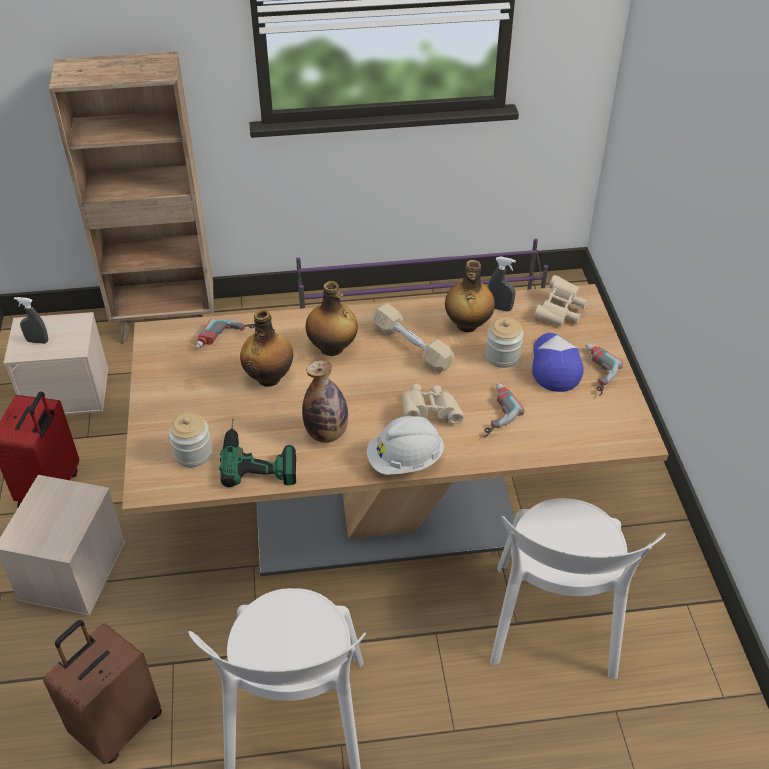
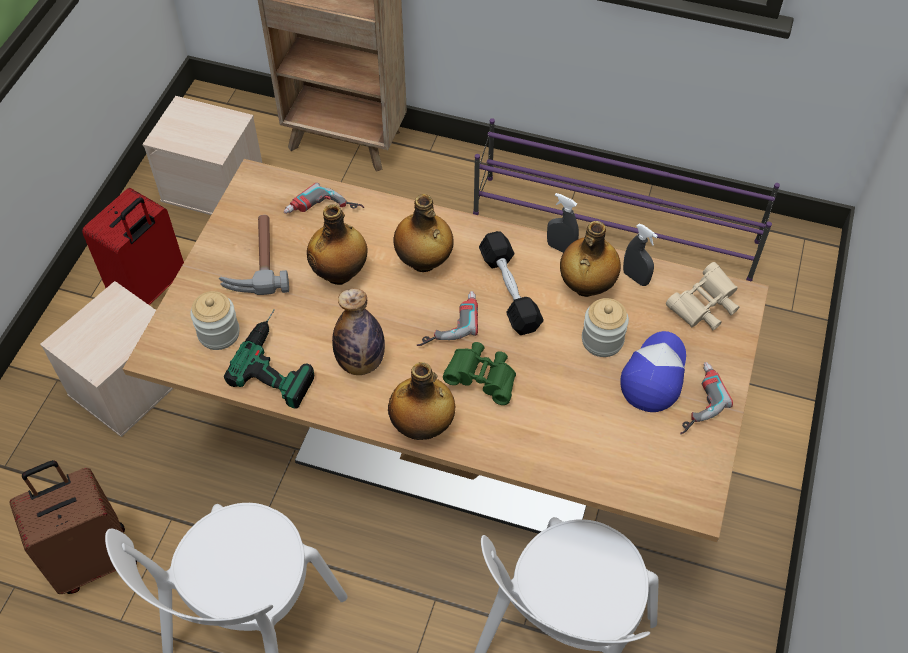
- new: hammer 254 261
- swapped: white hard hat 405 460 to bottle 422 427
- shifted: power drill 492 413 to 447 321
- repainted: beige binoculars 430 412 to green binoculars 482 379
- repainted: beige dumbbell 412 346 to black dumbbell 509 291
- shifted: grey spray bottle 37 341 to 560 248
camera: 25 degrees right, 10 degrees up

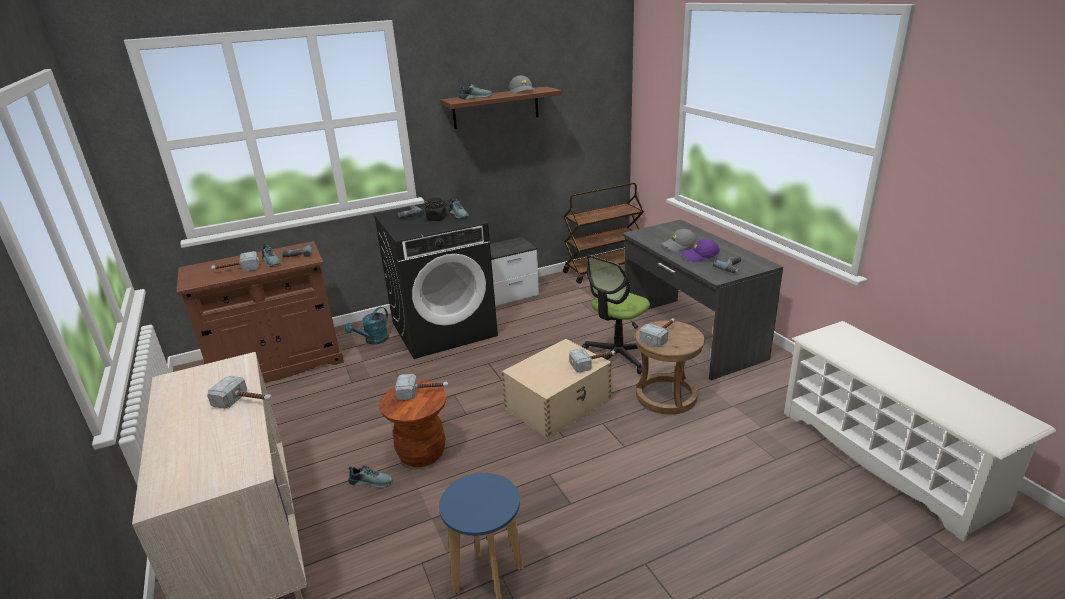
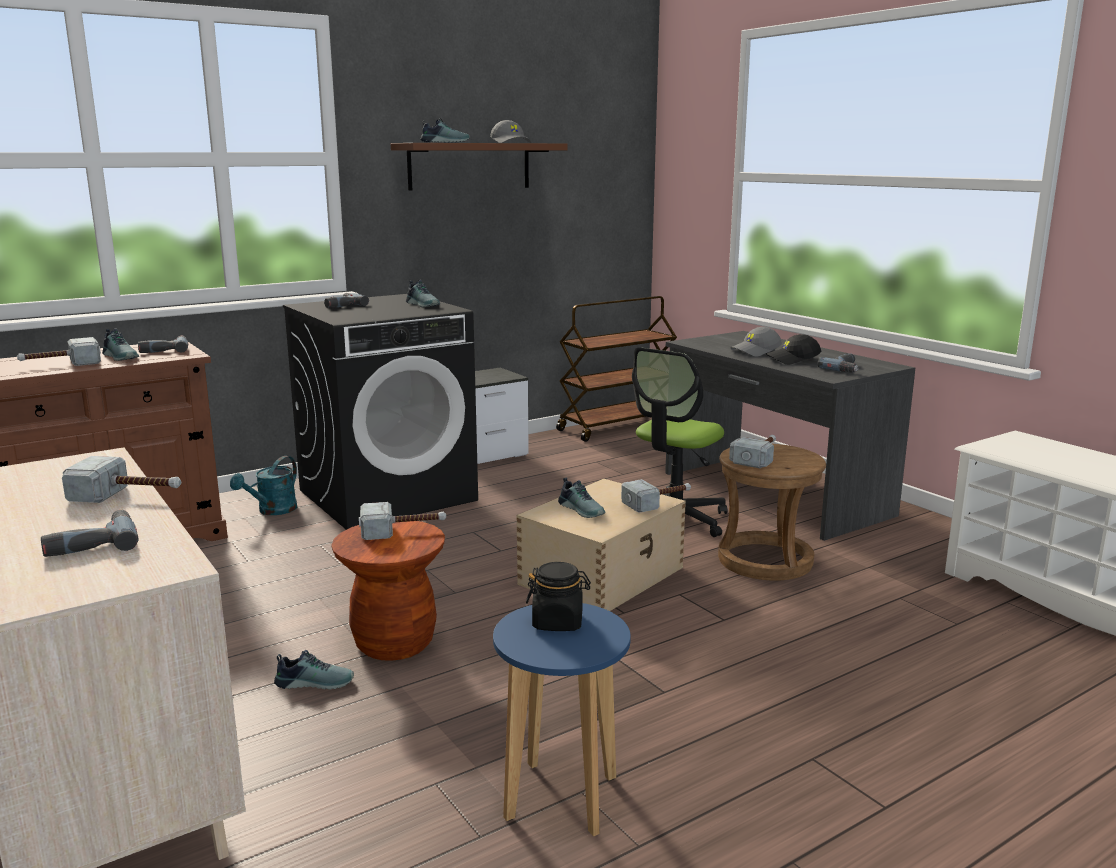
- new: power drill 91 543
- shifted: black jar 437 218 to 558 622
- new: shoe 582 510
- repainted: purple cap 700 256 to black cap 792 360
camera: 10 degrees left, 10 degrees down

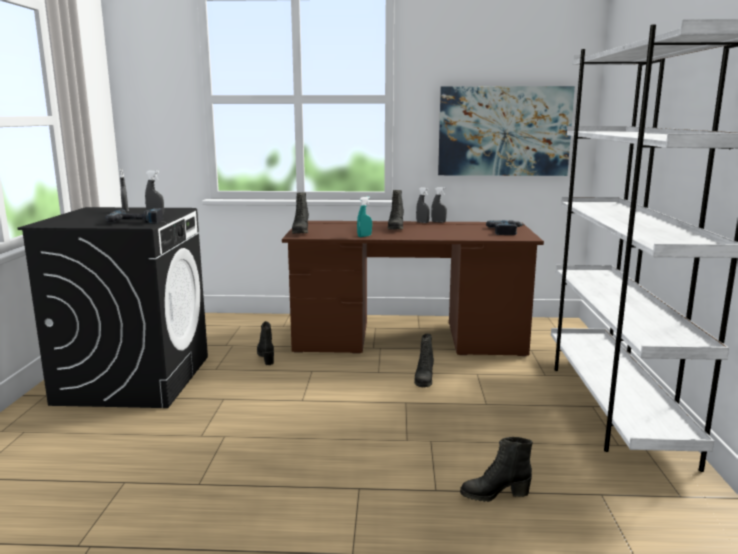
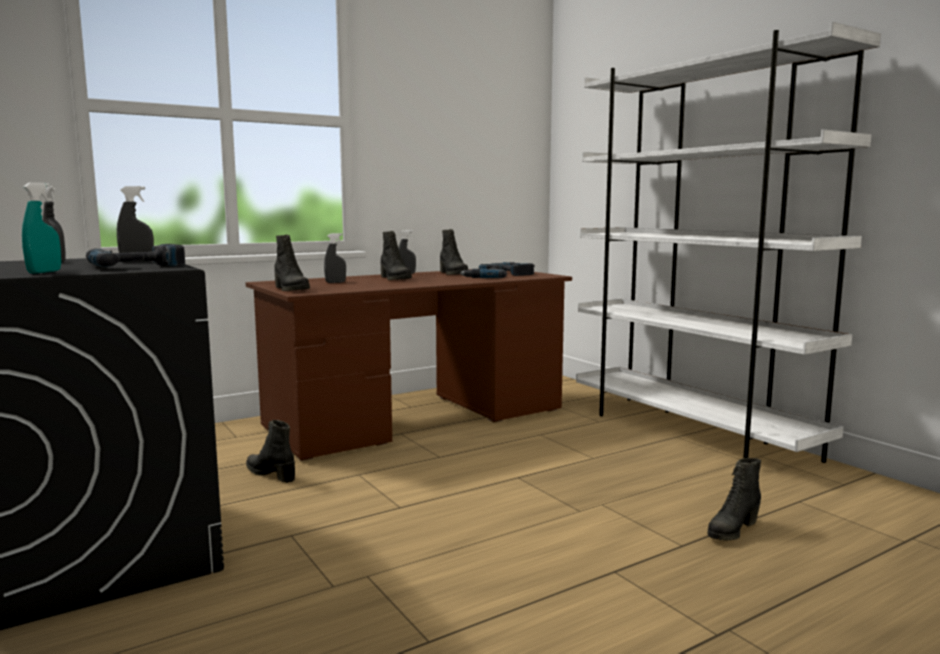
- shifted: turquoise spray bottle 364 236 to 44 272
- shifted: grey spray bottle 438 222 to 335 282
- shifted: black boot 423 380 to 453 274
- new: power drill 484 277
- gone: picture 504 131
camera: 35 degrees left, 5 degrees down

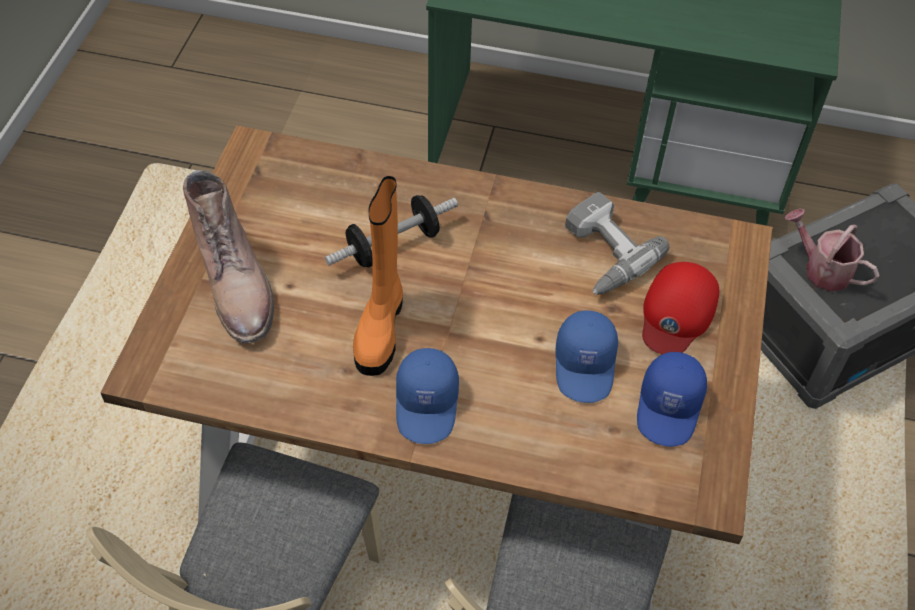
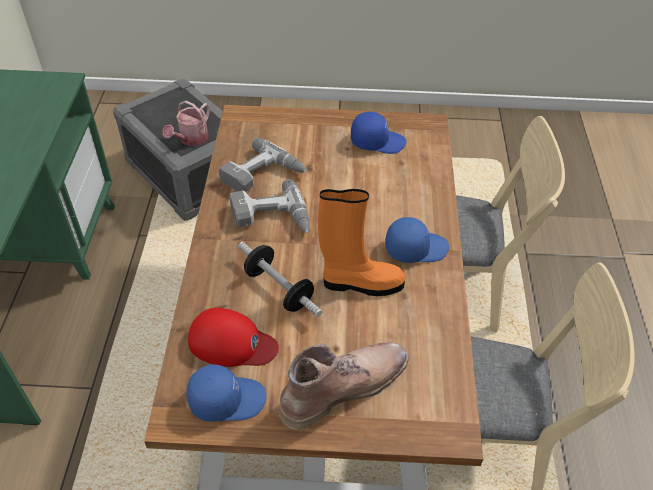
- shifted: blue cap 586 365 to 227 399
- shifted: red cap 677 312 to 231 343
- new: power drill 271 219
camera: 100 degrees left, 5 degrees down

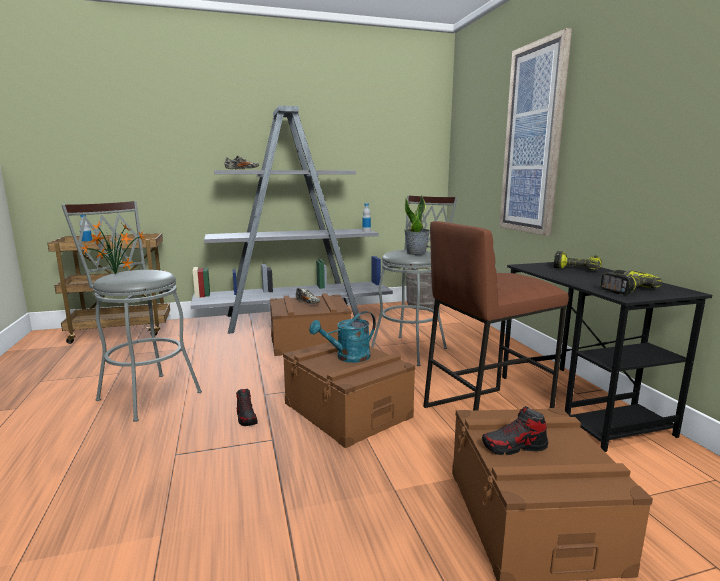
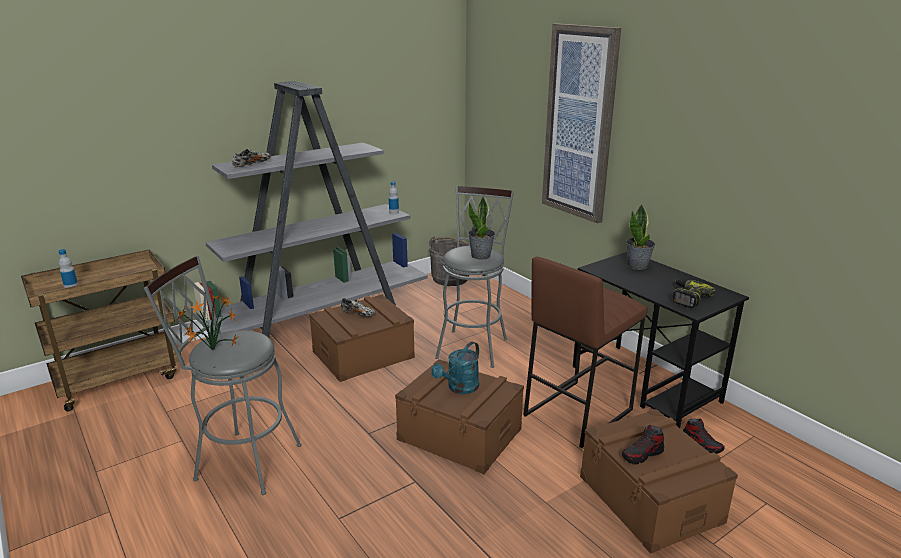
- swapped: power drill 577 268 to potted plant 637 266
- shifted: shoe 246 417 to 701 445
camera: 20 degrees left, 10 degrees up

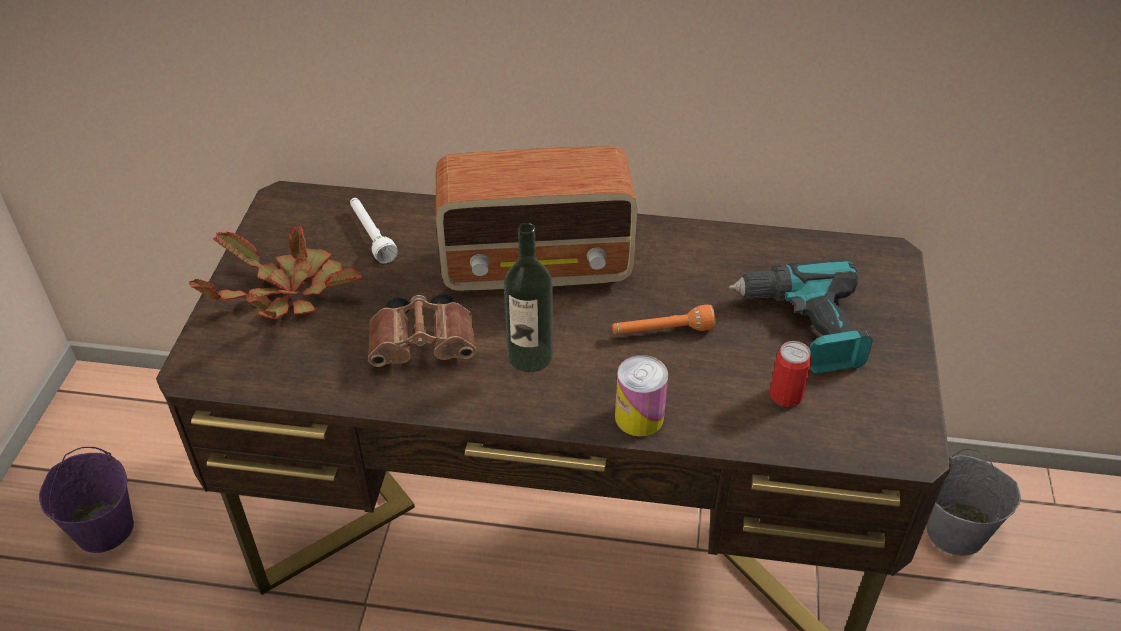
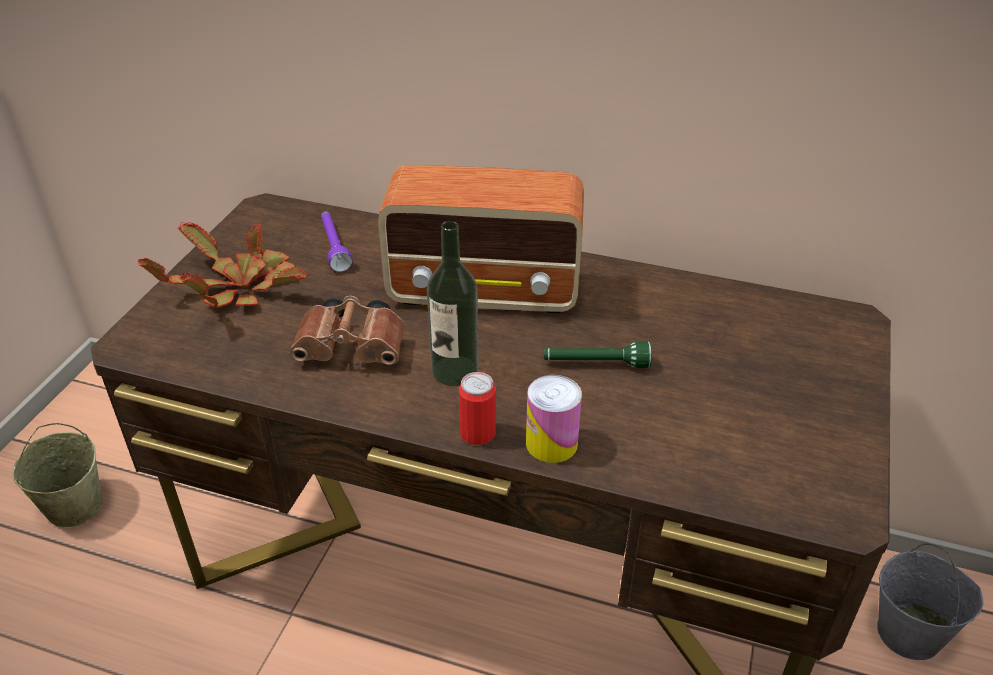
- repainted: purple bucket 103 528 to beige bucket 74 505
- repainted: white flashlight 371 236 to purple flashlight 334 247
- shifted: can 785 395 to 477 433
- repainted: orange flashlight 661 332 to green flashlight 595 364
- gone: power drill 804 327
camera: 10 degrees right, 5 degrees down

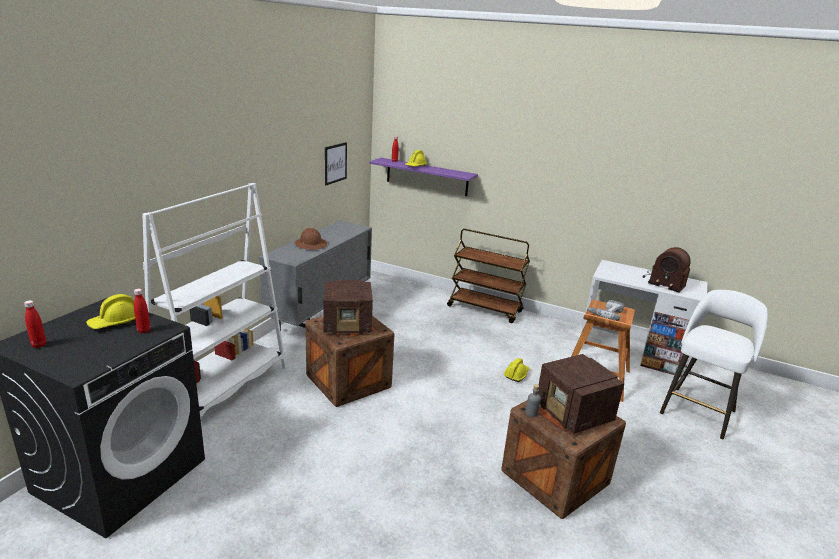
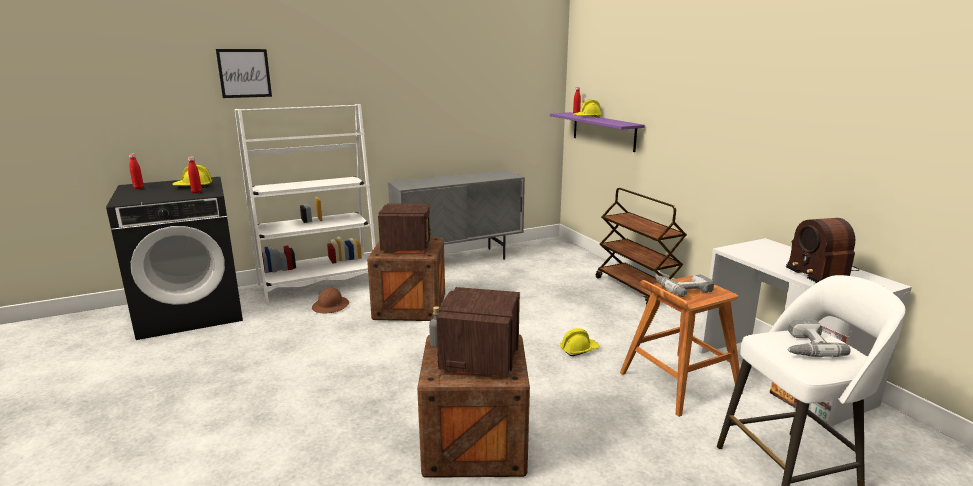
- shifted: picture 335 163 to 244 73
- shifted: brown hard hat 311 244 to 331 306
- rotated: radio 348 325 = 406 246 120 degrees counterclockwise
- new: power drill 804 346
camera: 40 degrees right, 5 degrees down

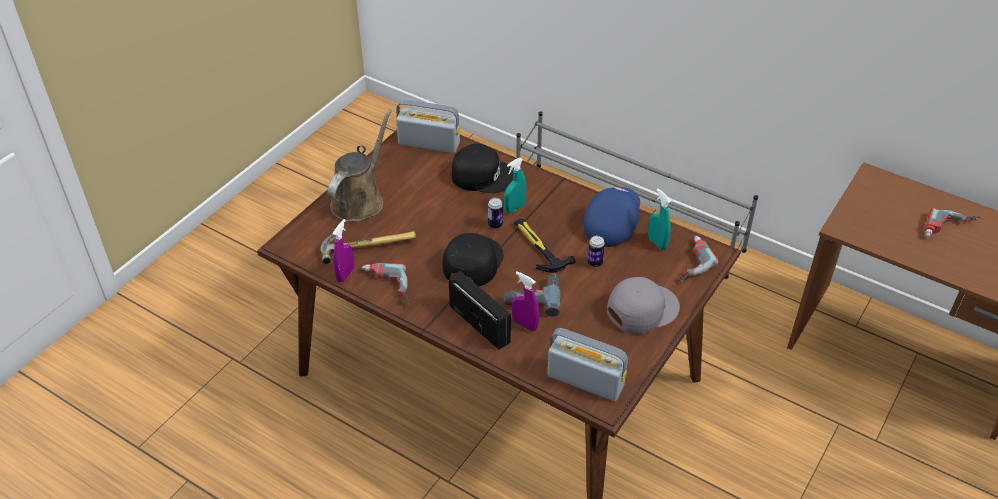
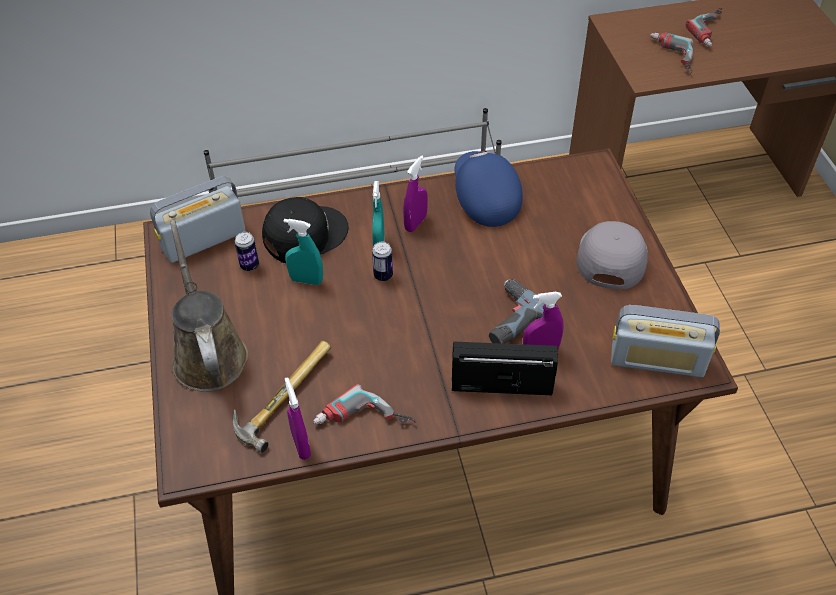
- shifted: can 595 263 to 249 265
- shifted: turquoise spray bottle 657 243 to 306 280
- new: purple spray bottle 415 223
- rotated: radio 585 381 = 657 360 150 degrees counterclockwise
- shifted: power drill 688 262 to 669 57
- gone: black cap 472 262
- gone: hammer 538 246
camera: 45 degrees left, 5 degrees up

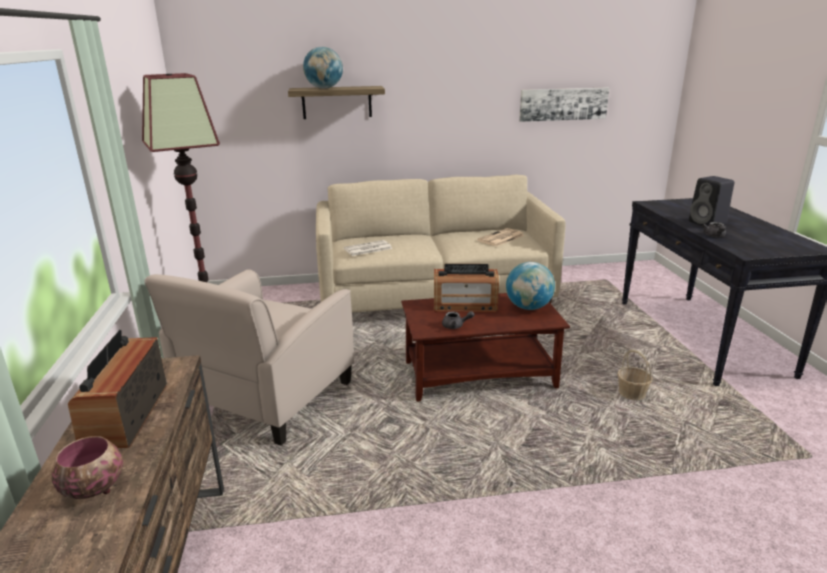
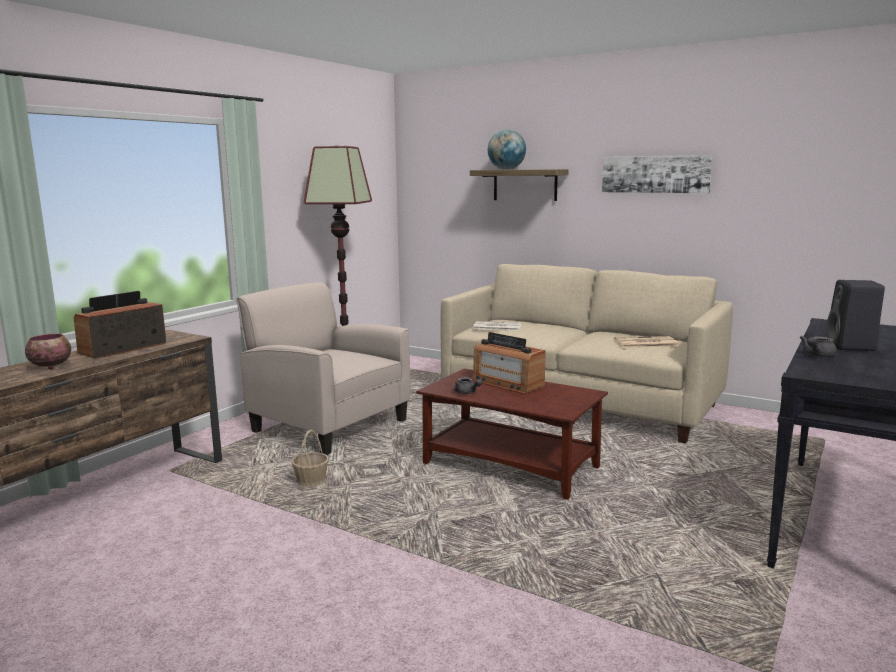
- rotated: beige armchair 267 397 = 328 425 60 degrees clockwise
- shifted: basket 632 393 to 311 481
- shifted: picture 563 104 to 655 174
- gone: globe 528 307
camera: 40 degrees right, 10 degrees down

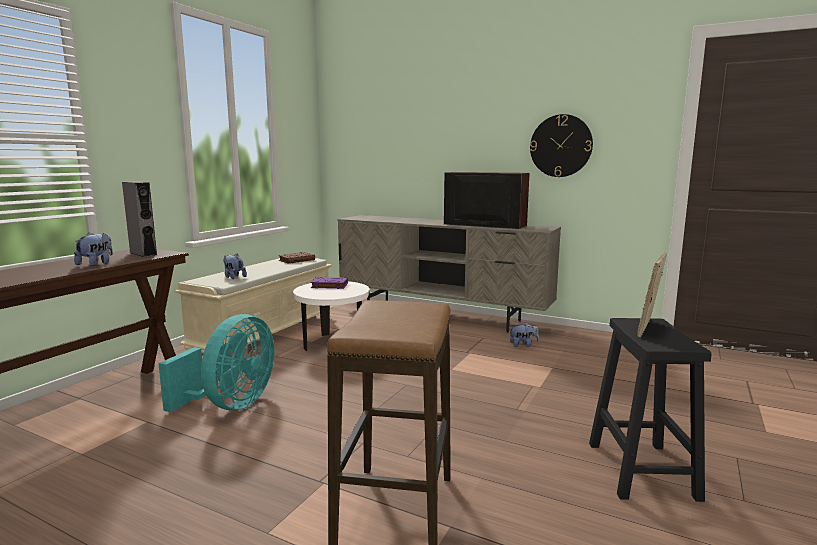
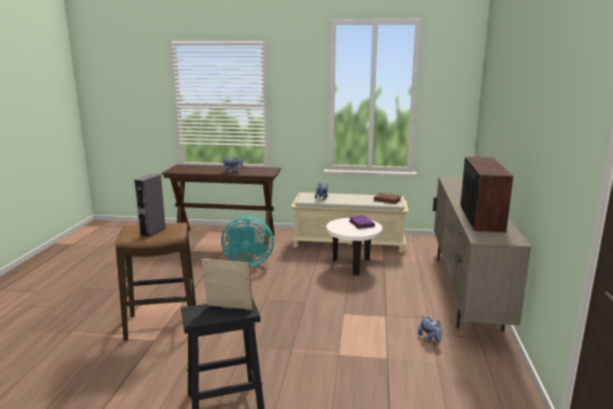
- shifted: grey speaker 143 254 to 153 232
- gone: wall clock 561 146
camera: 70 degrees right, 5 degrees up

